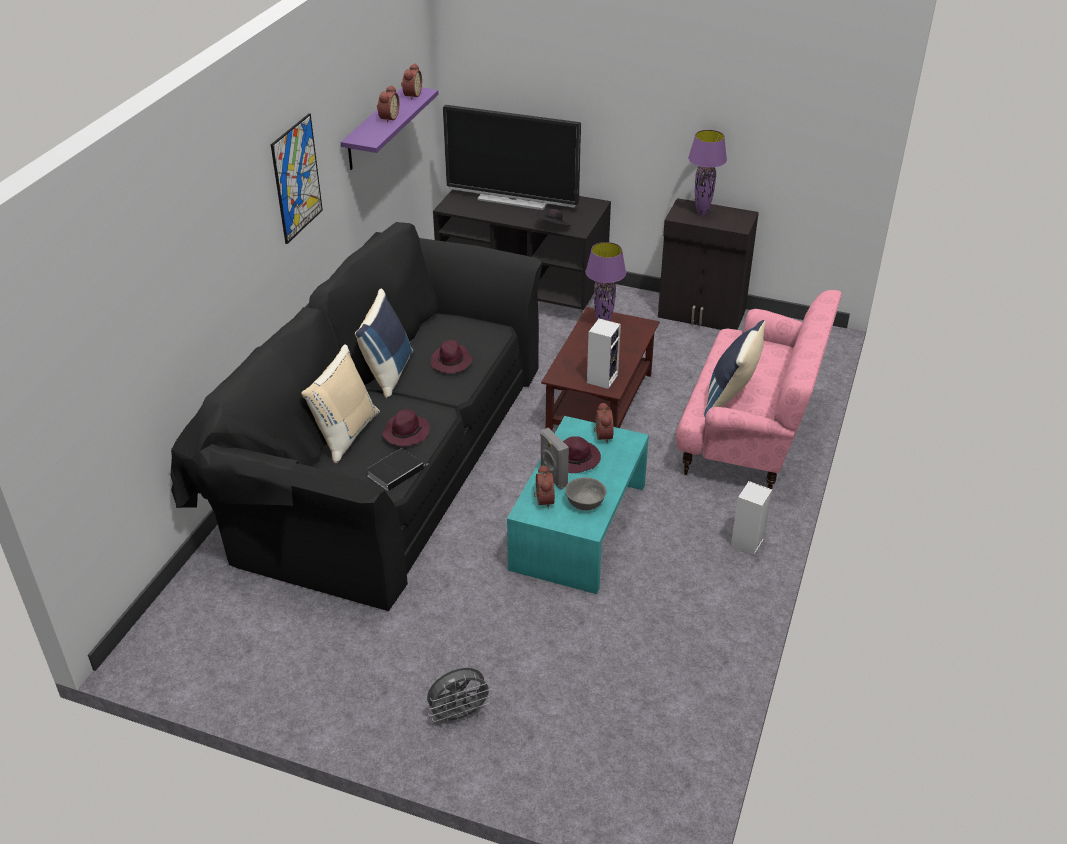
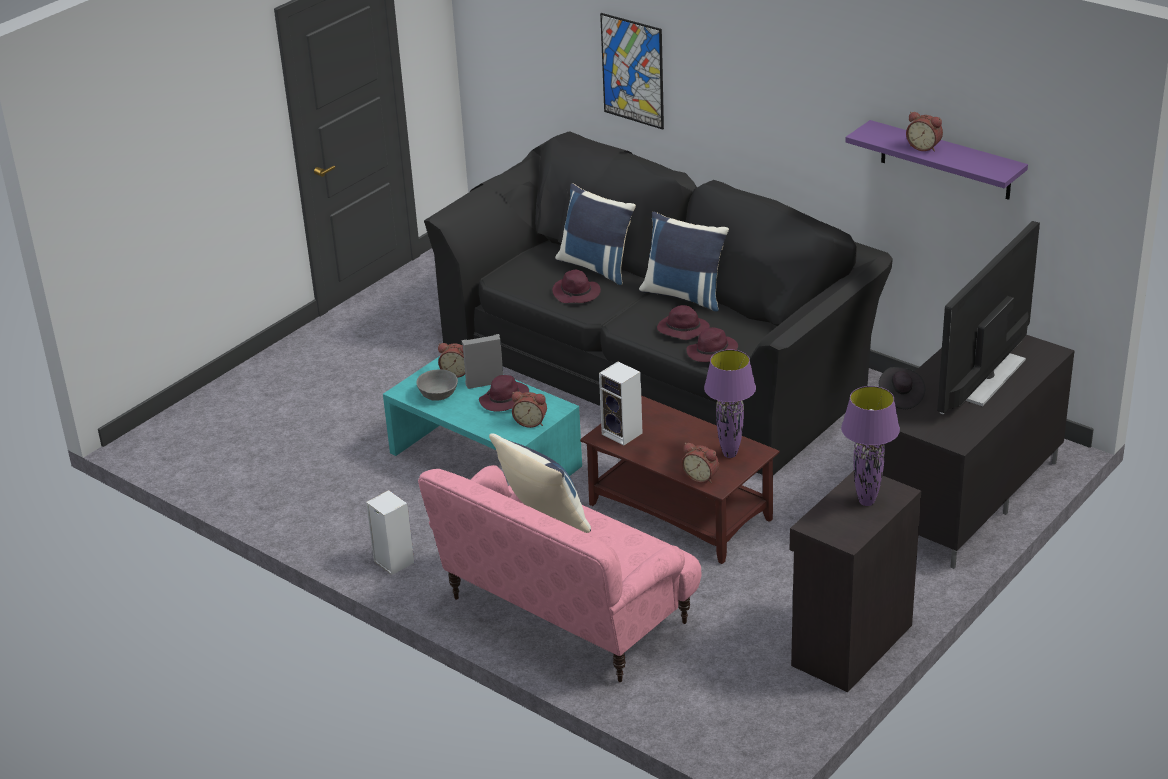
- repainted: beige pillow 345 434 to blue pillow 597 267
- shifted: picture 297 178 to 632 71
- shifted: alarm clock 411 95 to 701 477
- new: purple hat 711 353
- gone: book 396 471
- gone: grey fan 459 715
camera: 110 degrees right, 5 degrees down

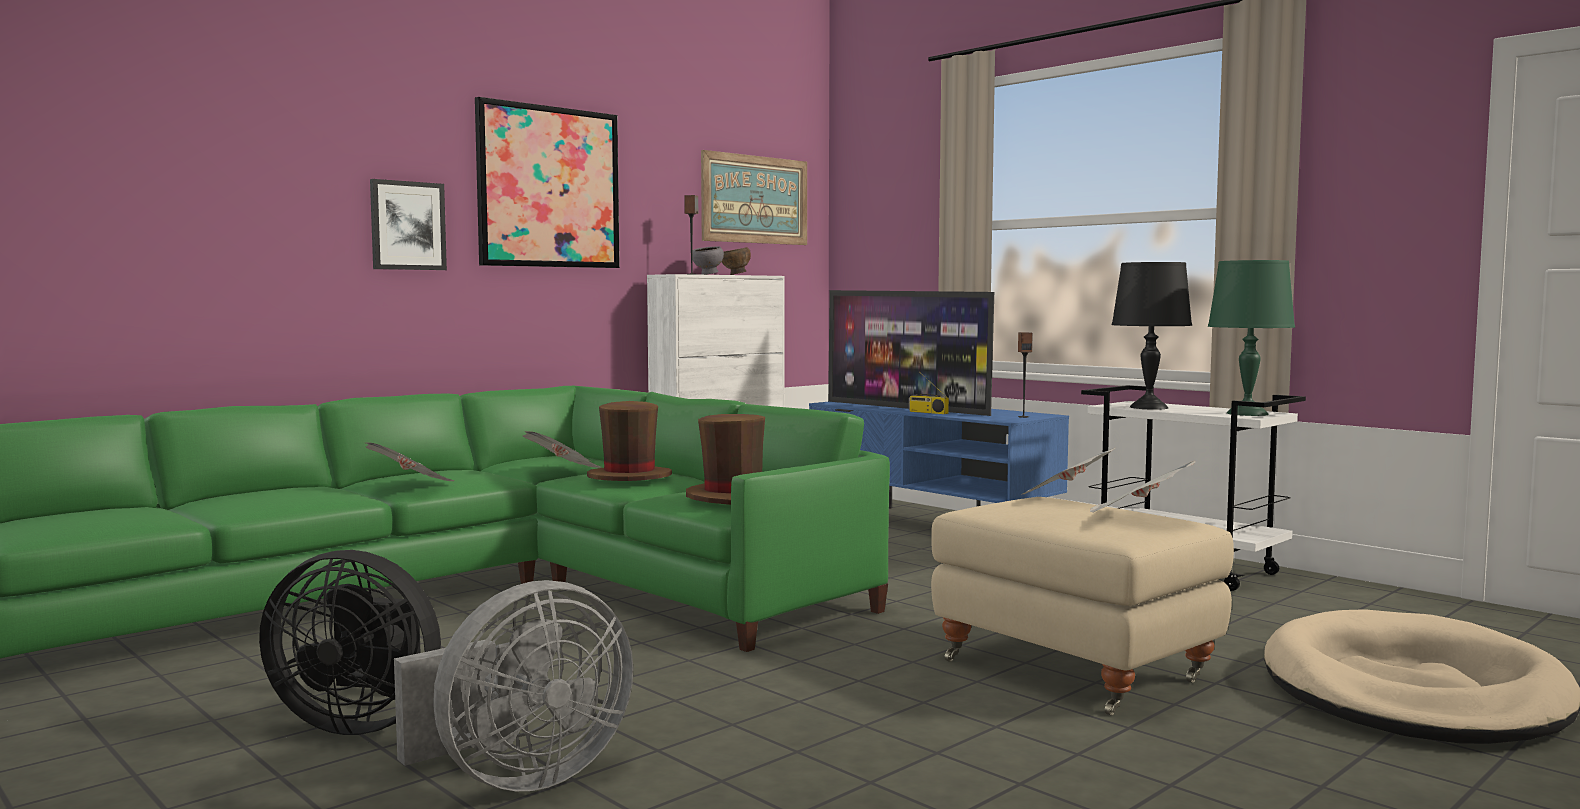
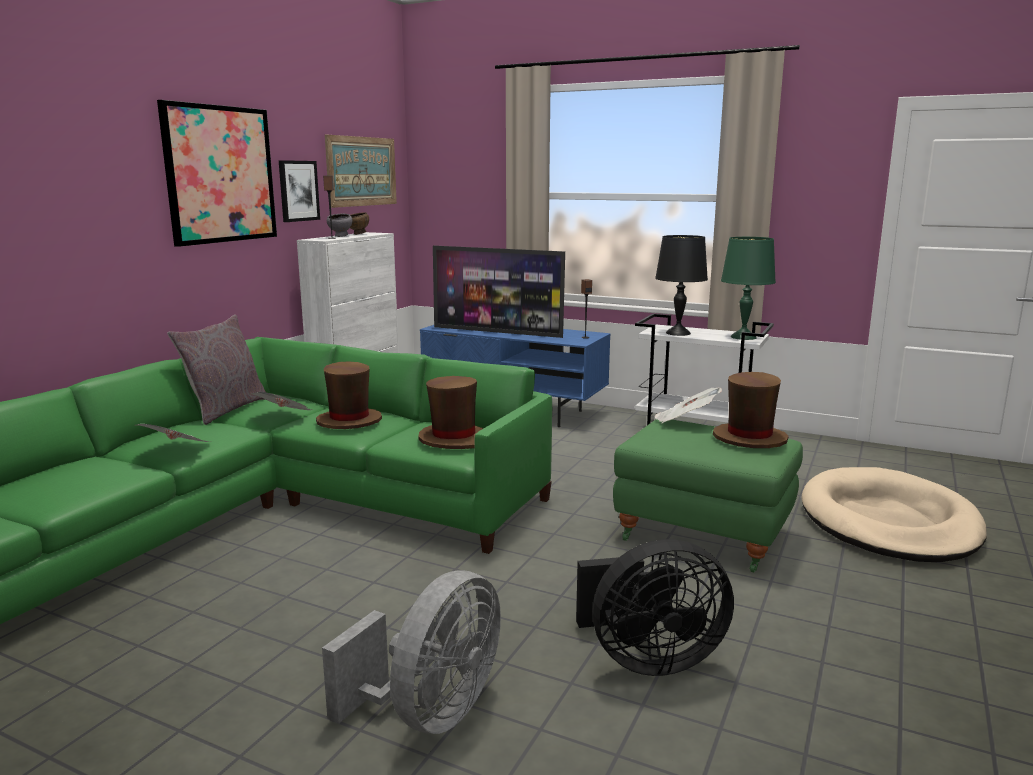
- new: grey pillow 225 409
- shifted: picture 407 225 to 298 191
- shifted: black fan 361 722 to 648 659
- repainted: beige ottoman 1076 669 to green ottoman 704 534
- swapped: newspaper 1136 517 to brown hat 749 438
- gone: radio 927 412
camera: 20 degrees left, 10 degrees up

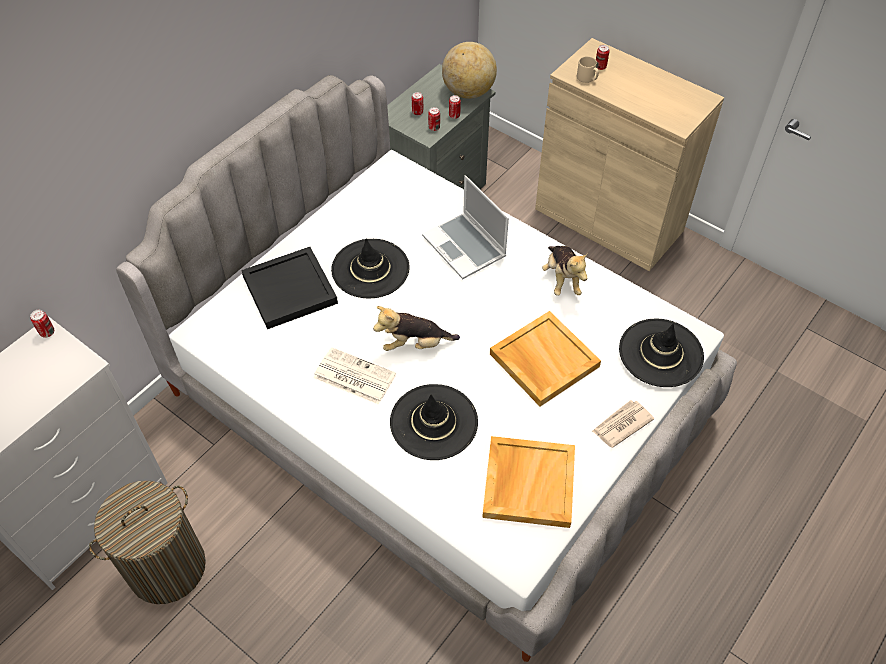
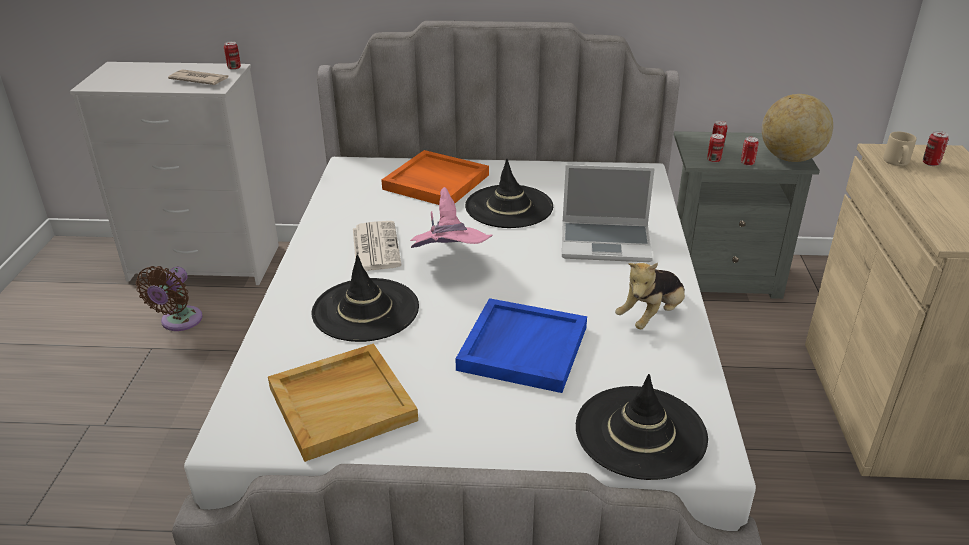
- swapped: laundry basket 167 567 to brown fan 179 322
- shifted: newspaper 621 425 to 199 80
- repainted: black tray 289 290 to orange tray 435 182
- swapped: plush toy 415 344 to pink hat 449 263
- repainted: beige tray 543 360 to blue tray 522 347
- rotated: laptop 465 247 = 606 243 105 degrees counterclockwise
camera: 55 degrees right, 20 degrees down

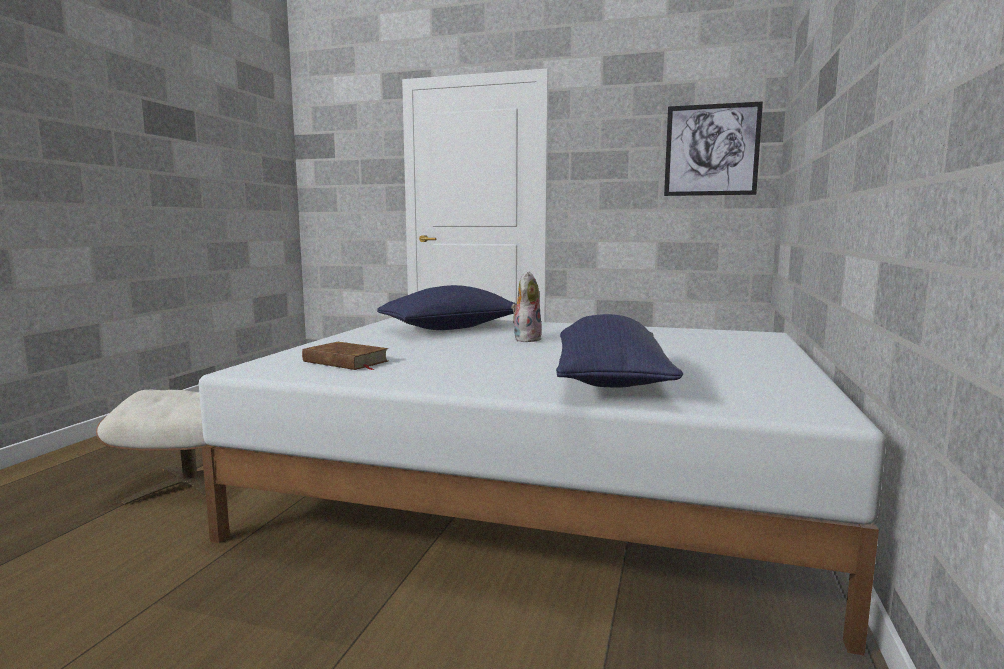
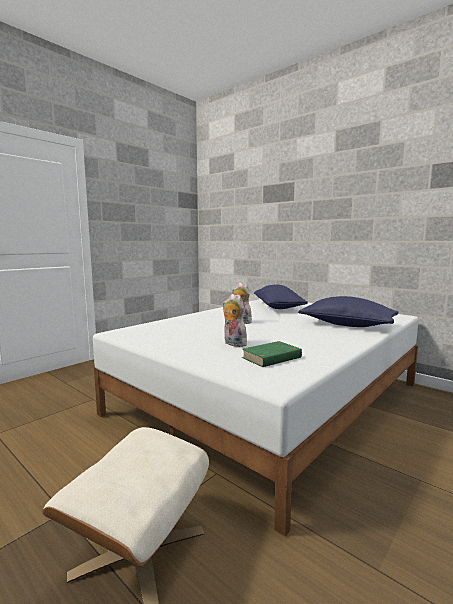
- new: plush toy 233 344
- repainted: brown book 345 361 to green book 272 357
- shifted: blue pillow 451 329 to 278 307
- gone: picture 711 150
camera: 65 degrees left, 0 degrees up

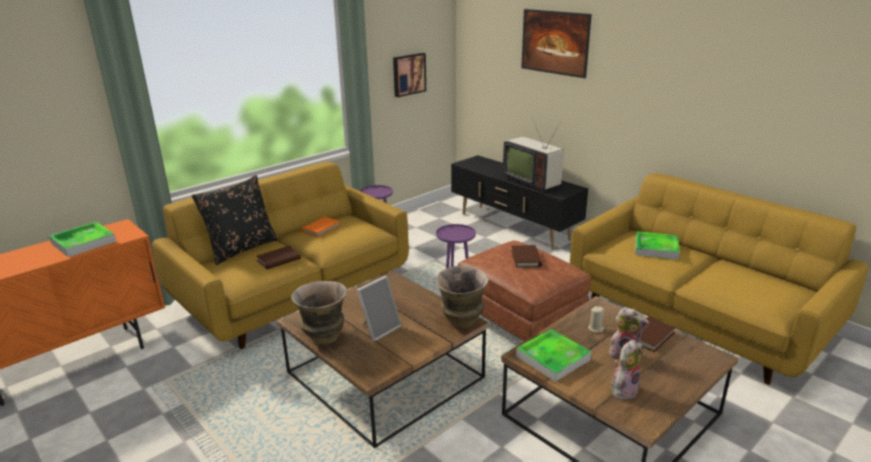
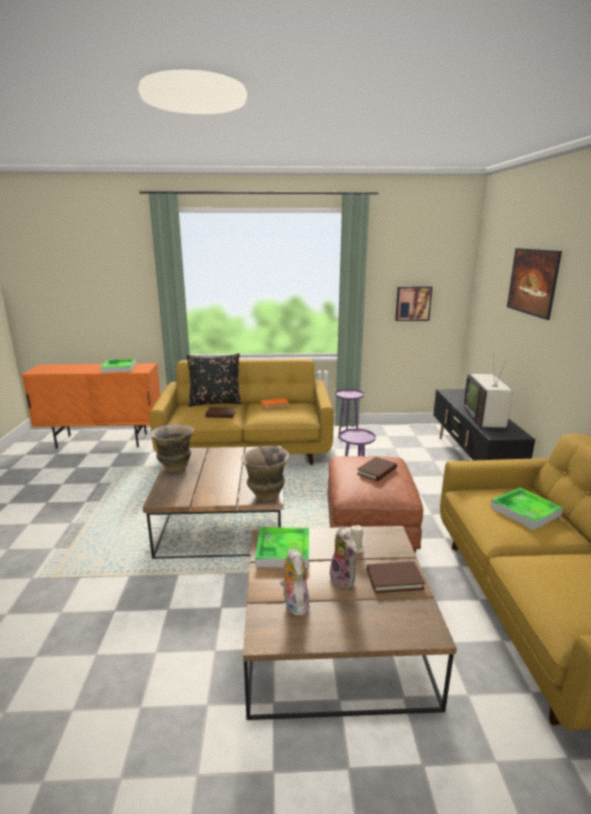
- rotated: plush toy 623 390 = 294 604 105 degrees counterclockwise
- gone: picture frame 379 328
camera: 40 degrees right, 5 degrees down

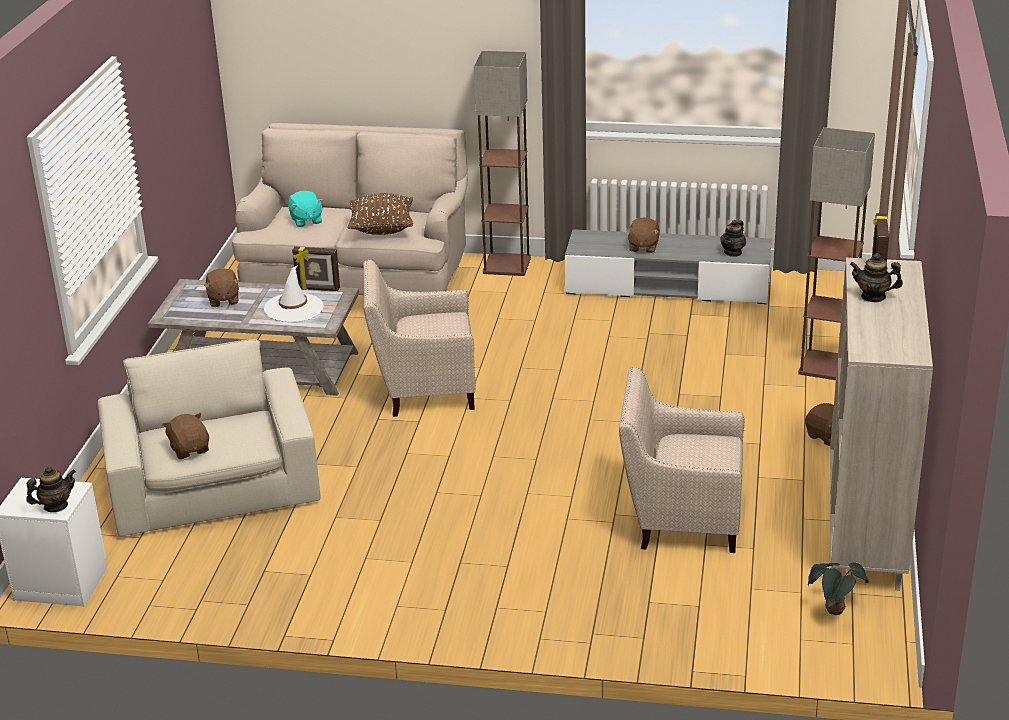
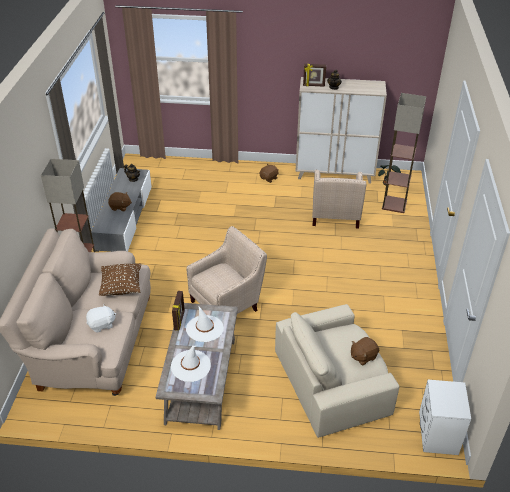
- repainted: turquoise plush toy 306 220 to white plush toy 102 325
- swapped: brown plush toy 223 300 to white hat 191 366
- rotated: beige armchair 422 388 = 228 303 120 degrees counterclockwise
- shifted: floor lamp 827 366 to 394 204
- gone: teapot 55 506
camera: 95 degrees left, 10 degrees up

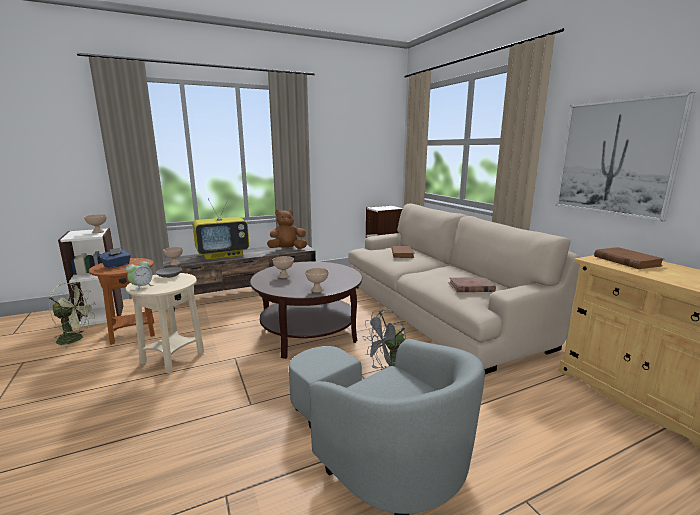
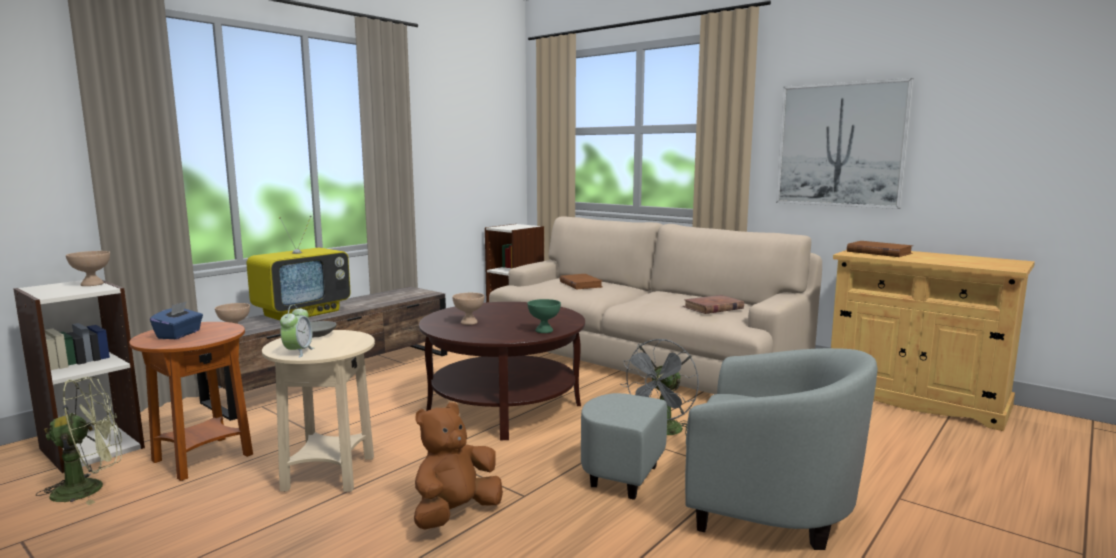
- shifted: brown plush toy 287 249 to 455 514
- repainted: beige bowl 317 290 to green bowl 544 330
camera: 25 degrees left, 5 degrees down

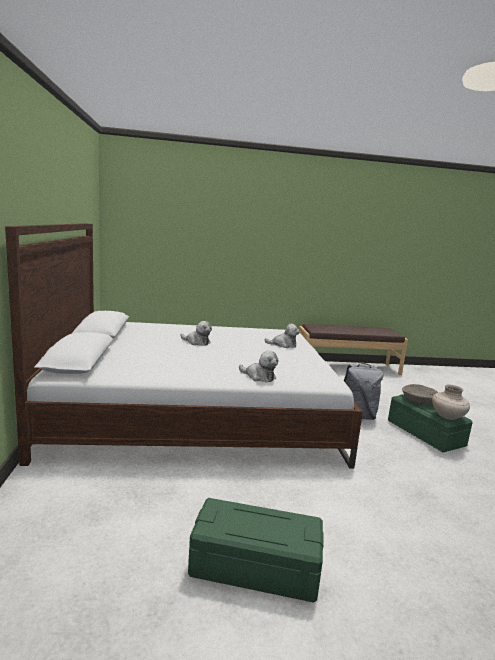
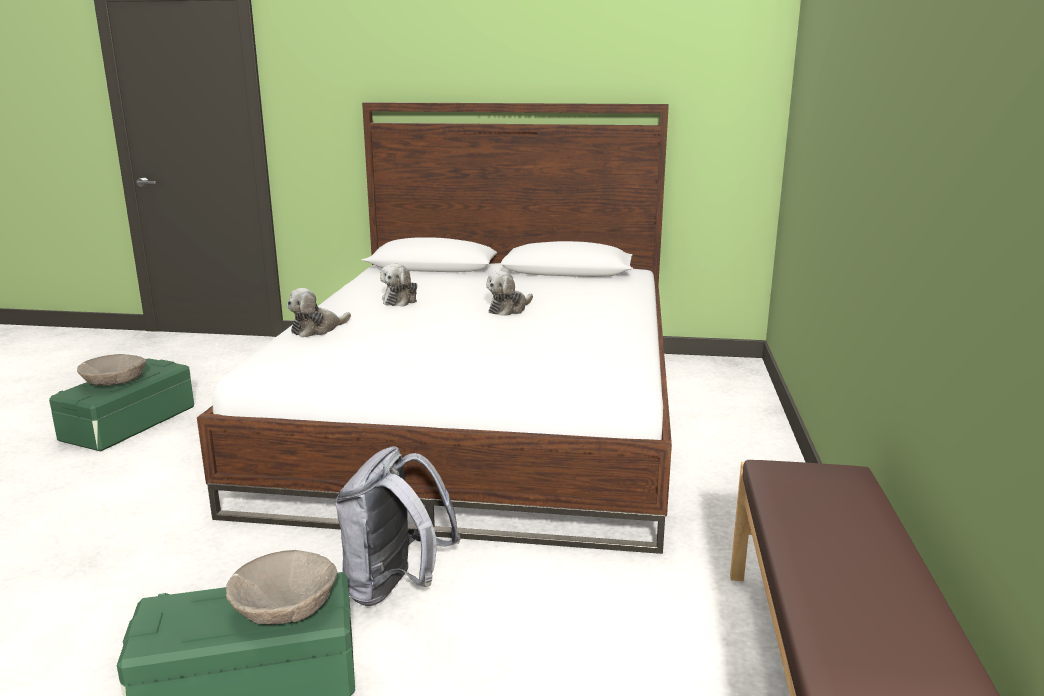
- new: beige bowl 114 381
- shifted: plush toy 283 345 to 401 300
- gone: beige vase 447 417
camera: 105 degrees right, 5 degrees up

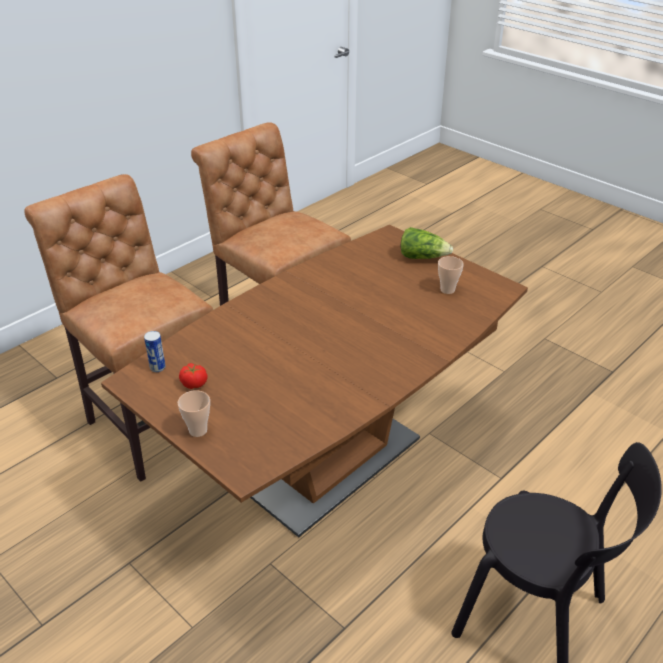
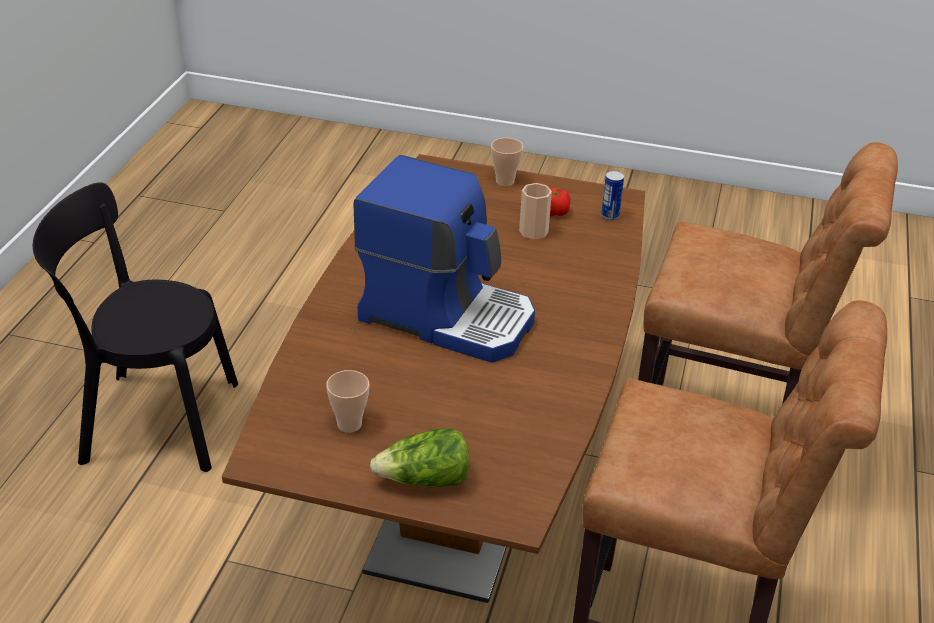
- new: coffee machine 447 315
- new: cup 533 231
camera: 150 degrees right, 0 degrees up

